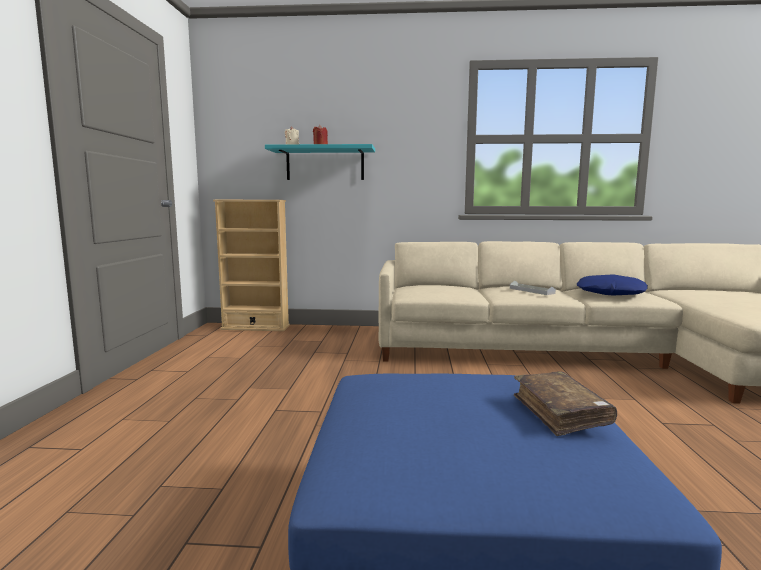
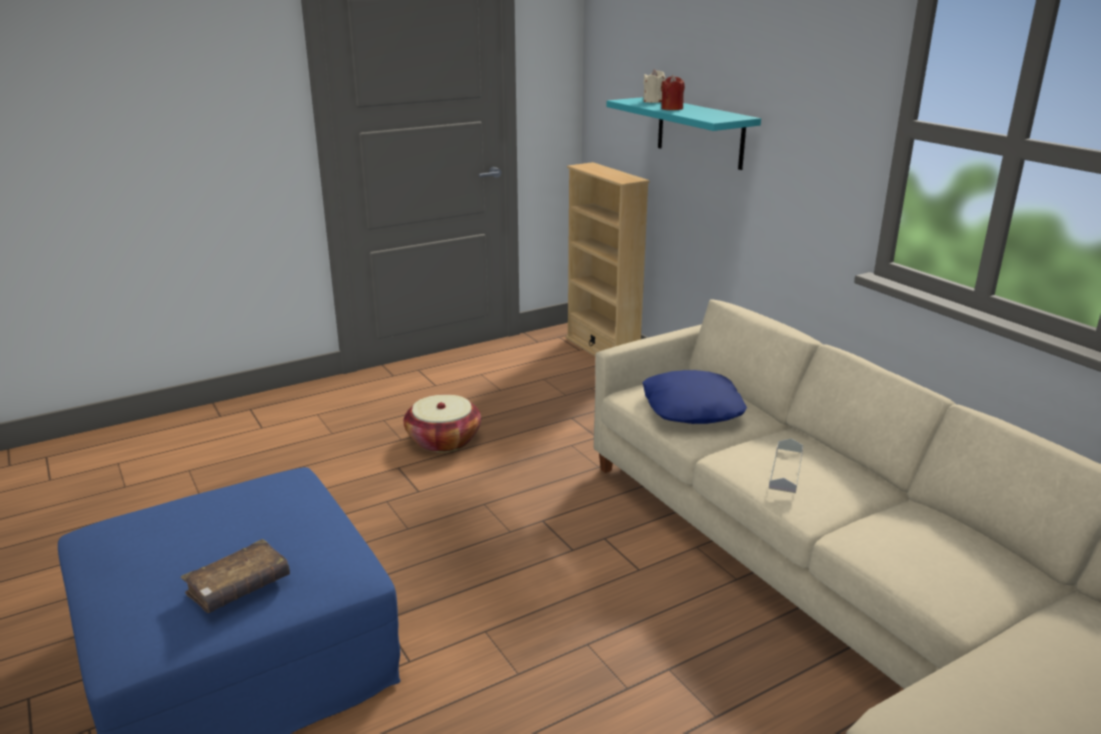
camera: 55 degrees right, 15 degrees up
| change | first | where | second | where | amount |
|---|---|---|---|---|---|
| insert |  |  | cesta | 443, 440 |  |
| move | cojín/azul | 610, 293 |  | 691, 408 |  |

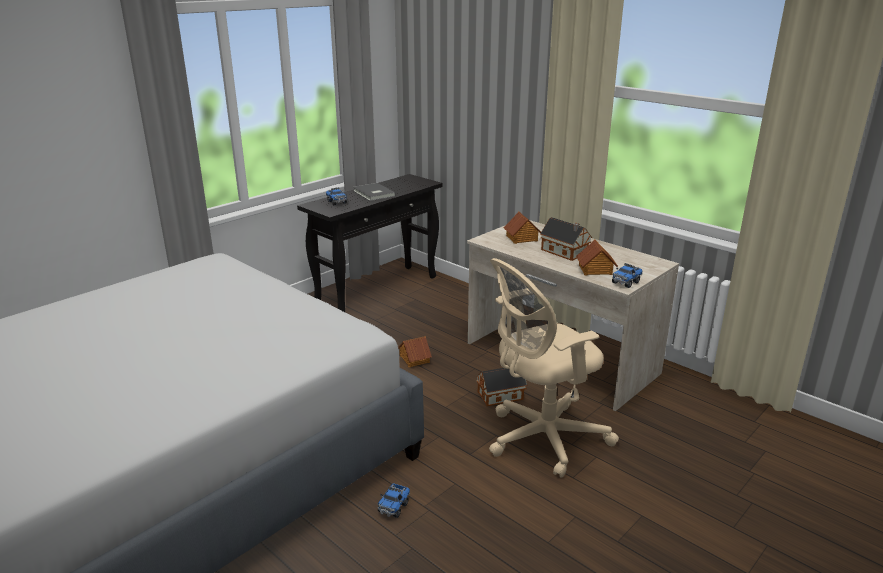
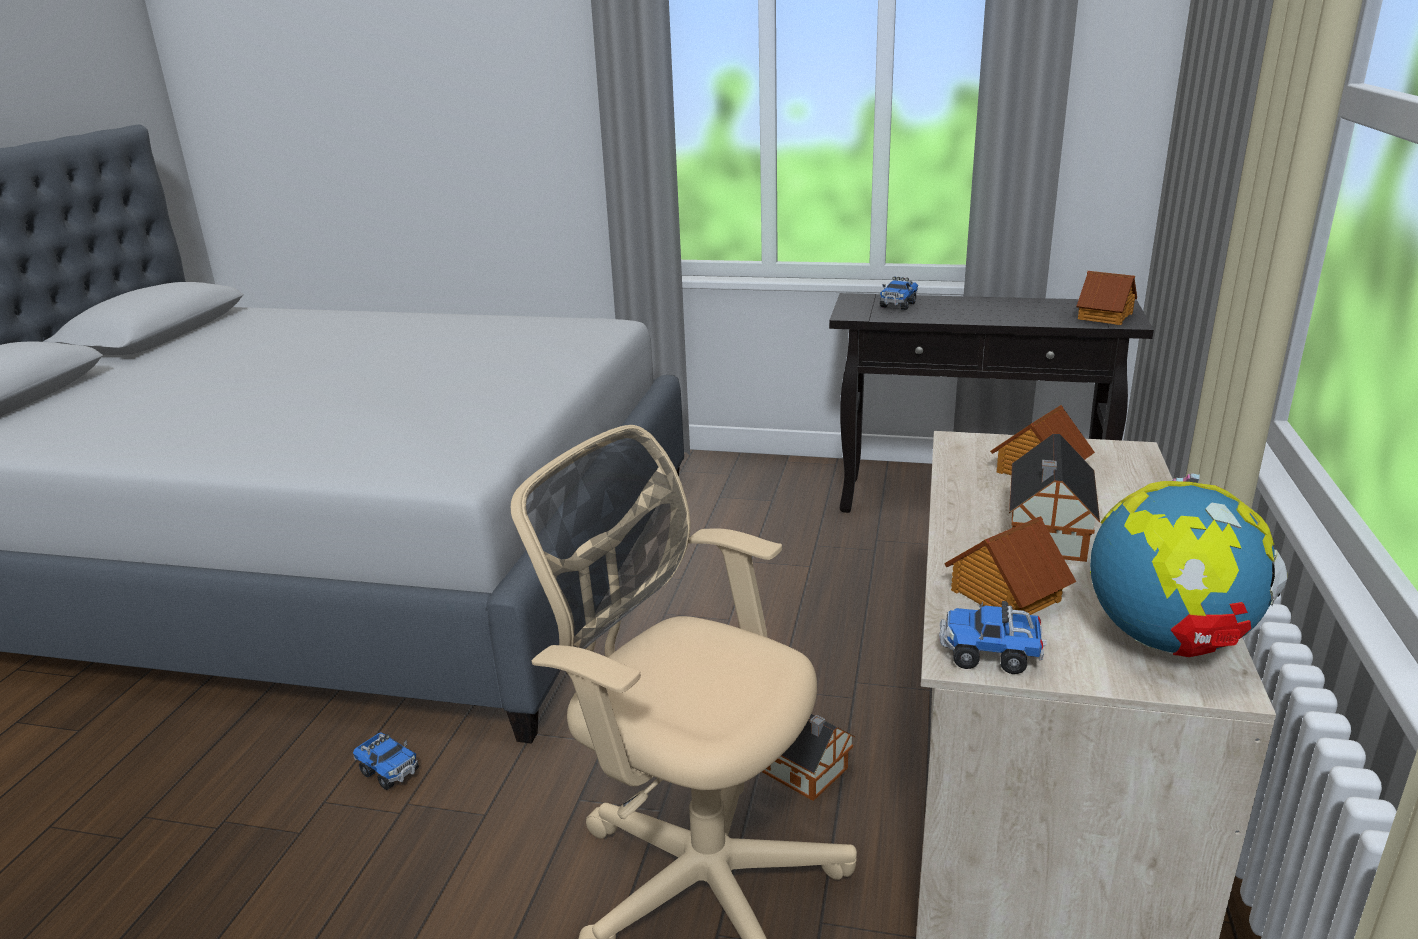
camera: 60 degrees right, 0 degrees up
| change | first | where | second | where | amount |
|---|---|---|---|---|---|
| rotate | camión de juguete | 393, 507 |  | 389, 771 | 135 degrees counterclockwise |
| move | casita | 414, 359 |  | 1104, 316 |  |
| insert |  |  | globo terráqueo | 1168, 642 |  |
| delete | libro/gris | 373, 193 |  |  |  |

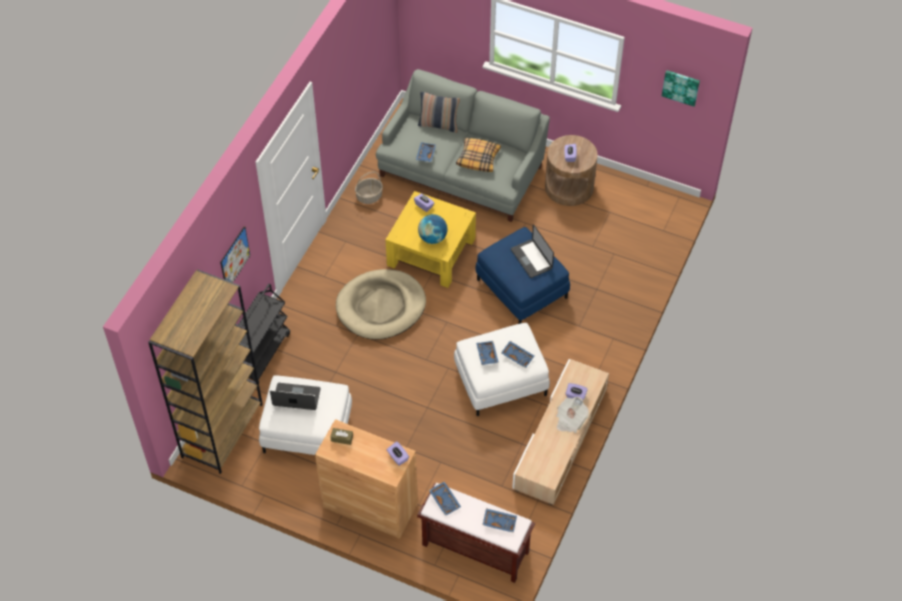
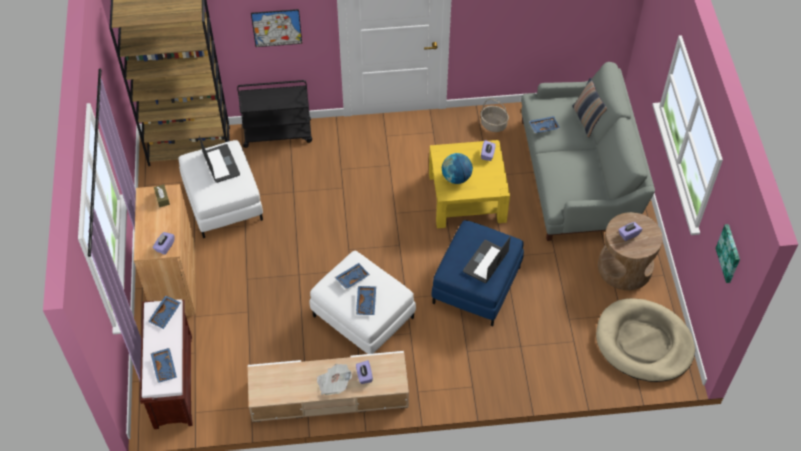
camera: 60 degrees right, 0 degrees up
| change | first | where | second | where | amount |
|---|---|---|---|---|---|
| move | cama para perro/beis | 381, 307 |  | 644, 343 |  |
| delete | cojín | 478, 158 |  |  |  |

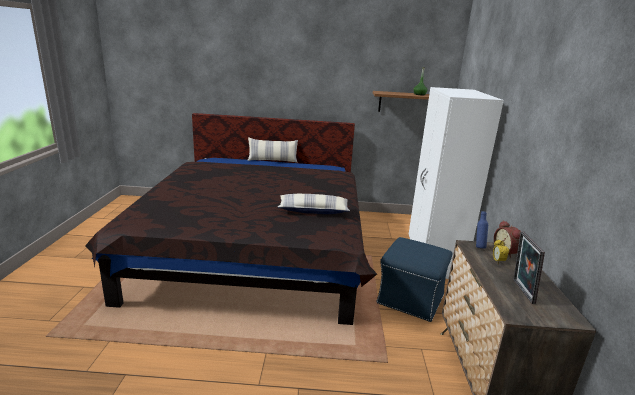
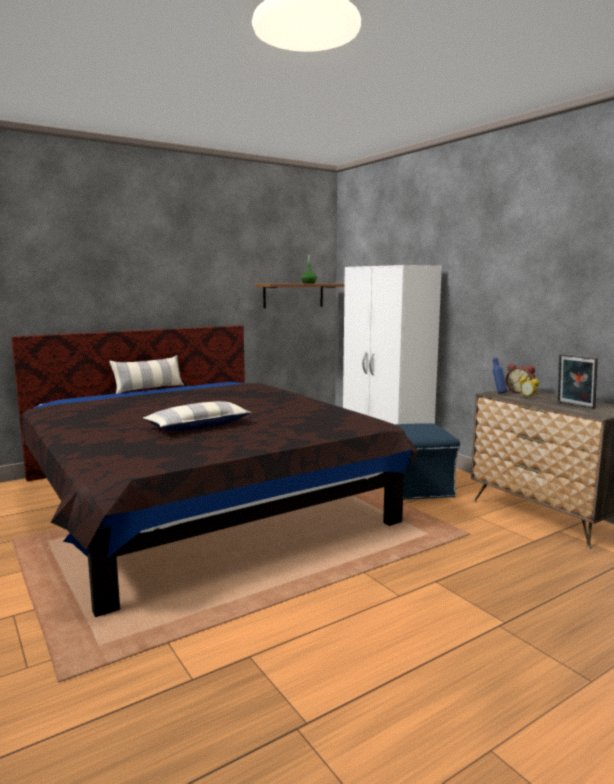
camera: 35 degrees left, 10 degrees down
| change | first | where | second | where | amount |
|---|---|---|---|---|---|
| move | cojín | 313, 210 |  | 198, 426 |  |

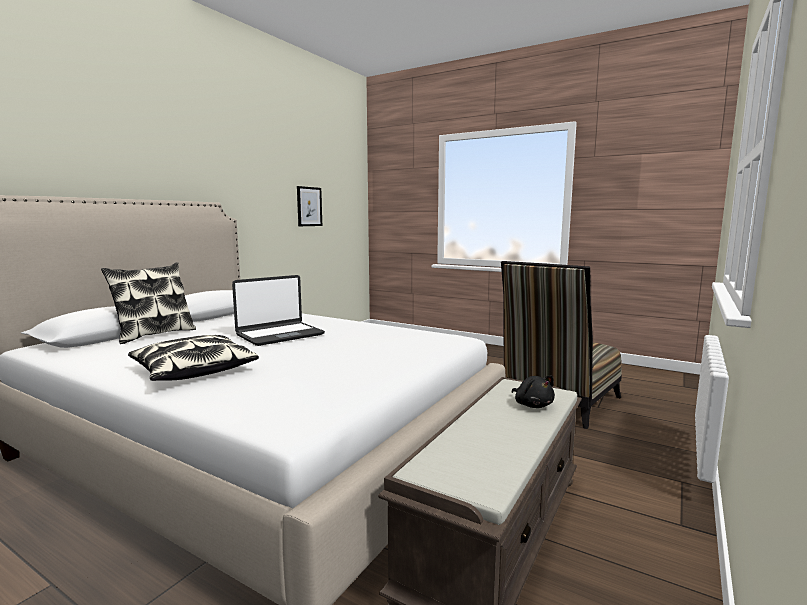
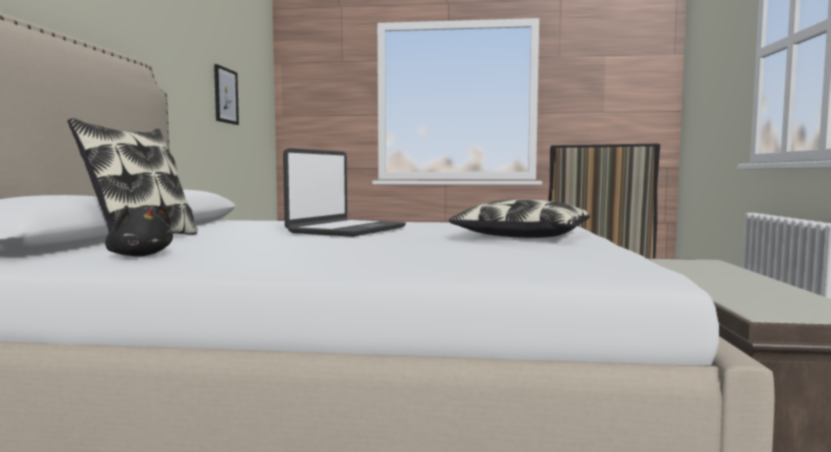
camera: 25 degrees left, 5 degrees down
| change | first | where | second | where | amount |
|---|---|---|---|---|---|
| move | peluche/negro | 532, 405 |  | 139, 255 |  |
| move | cojín | 193, 370 |  | 522, 236 |  |

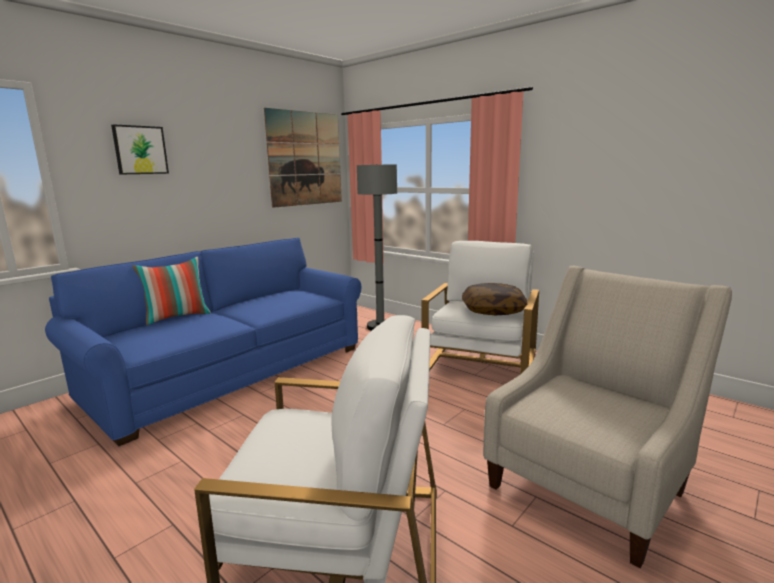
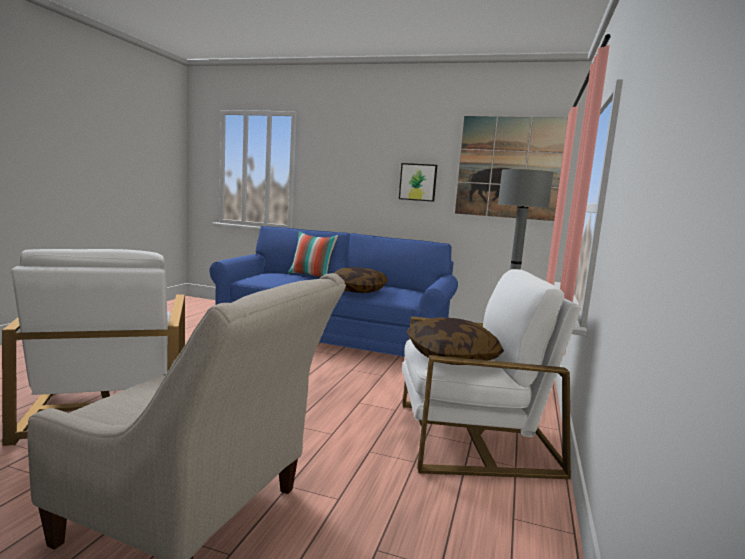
camera: 65 degrees right, 5 degrees down
| change | first | where | second | where | amount |
|---|---|---|---|---|---|
| insert |  |  | cojín | 358, 290 |  |
| move | cuadro | 140, 150 |  | 418, 182 |  |

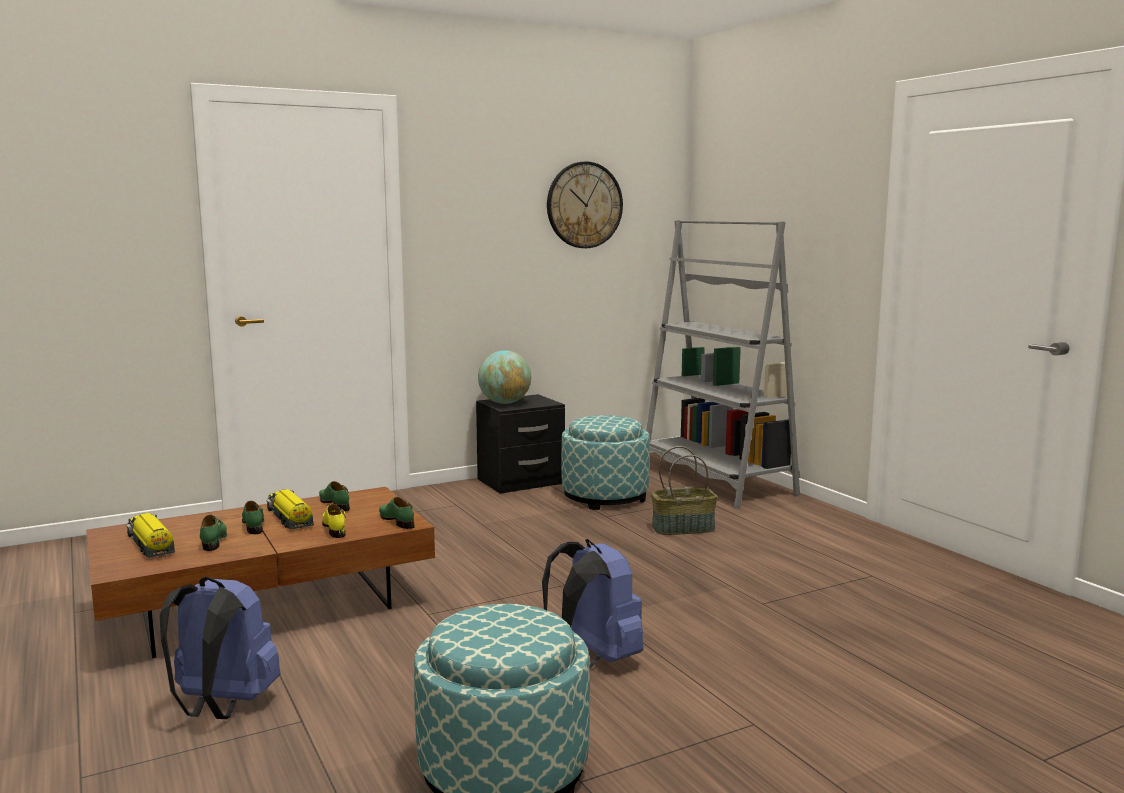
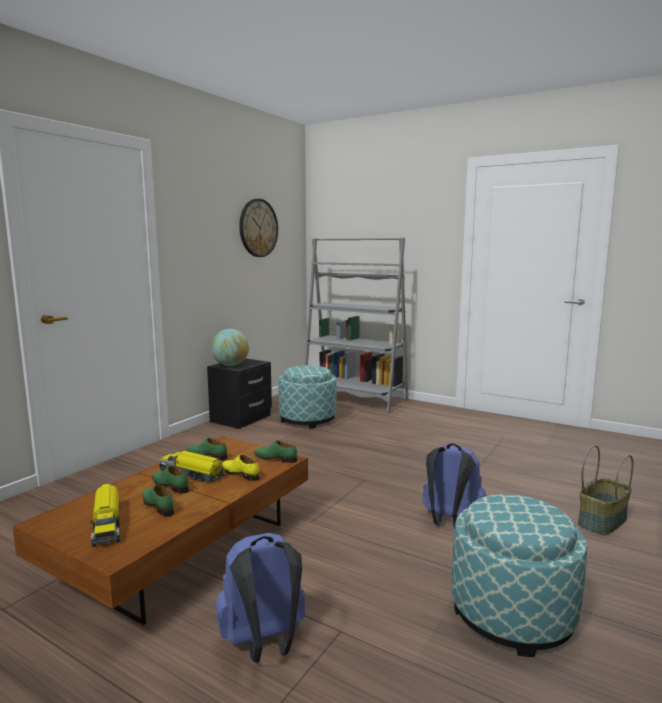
camera: 30 degrees left, 0 degrees up
| change | first | where | second | where | amount |
|---|---|---|---|---|---|
| rotate | camión de juguete | 151, 545 |  | 107, 524 | 135 degrees counterclockwise |
| move | cesta | 683, 528 |  | 601, 521 |  |

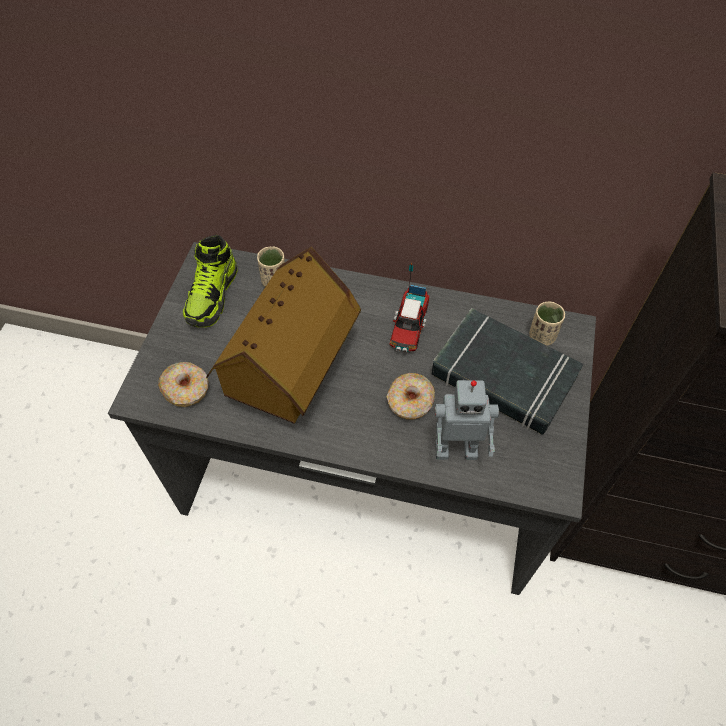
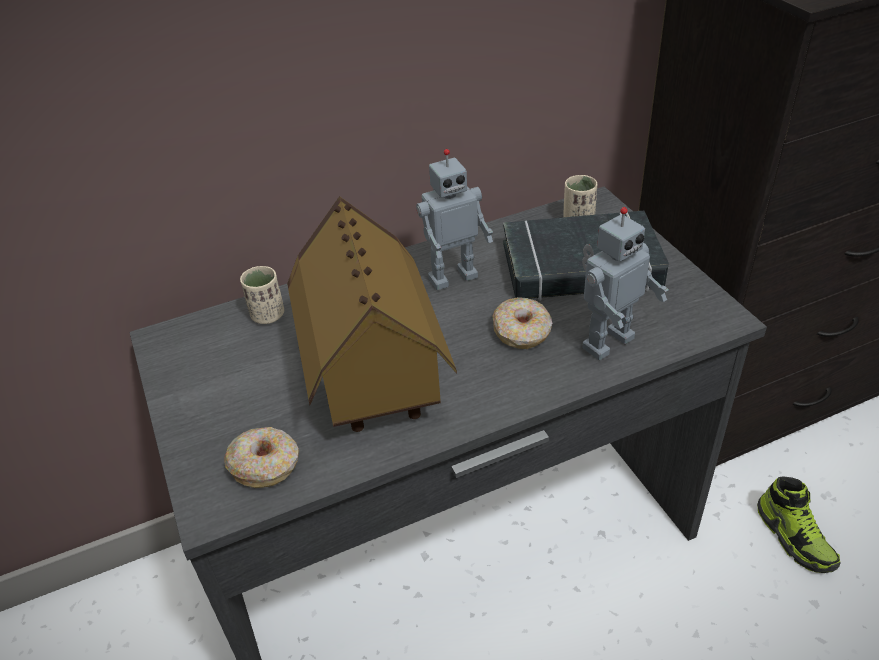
camera: 35 degrees left, 15 degrees down
| change | first | where | second | where | amount |
|---|---|---|---|---|---|
| replace | camión de juguete | 409, 326 | robot de juguete | 452, 276 |  |
| move | zapato | 212, 295 |  | 795, 537 |  |

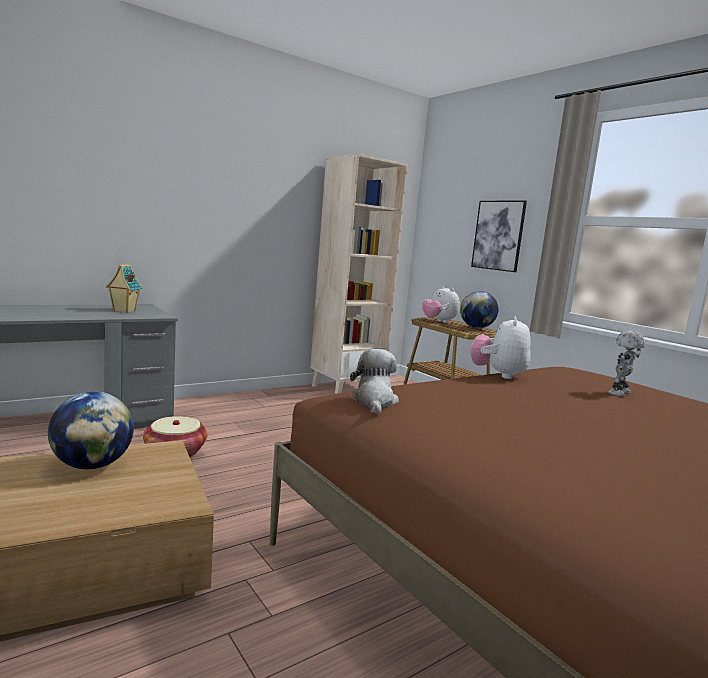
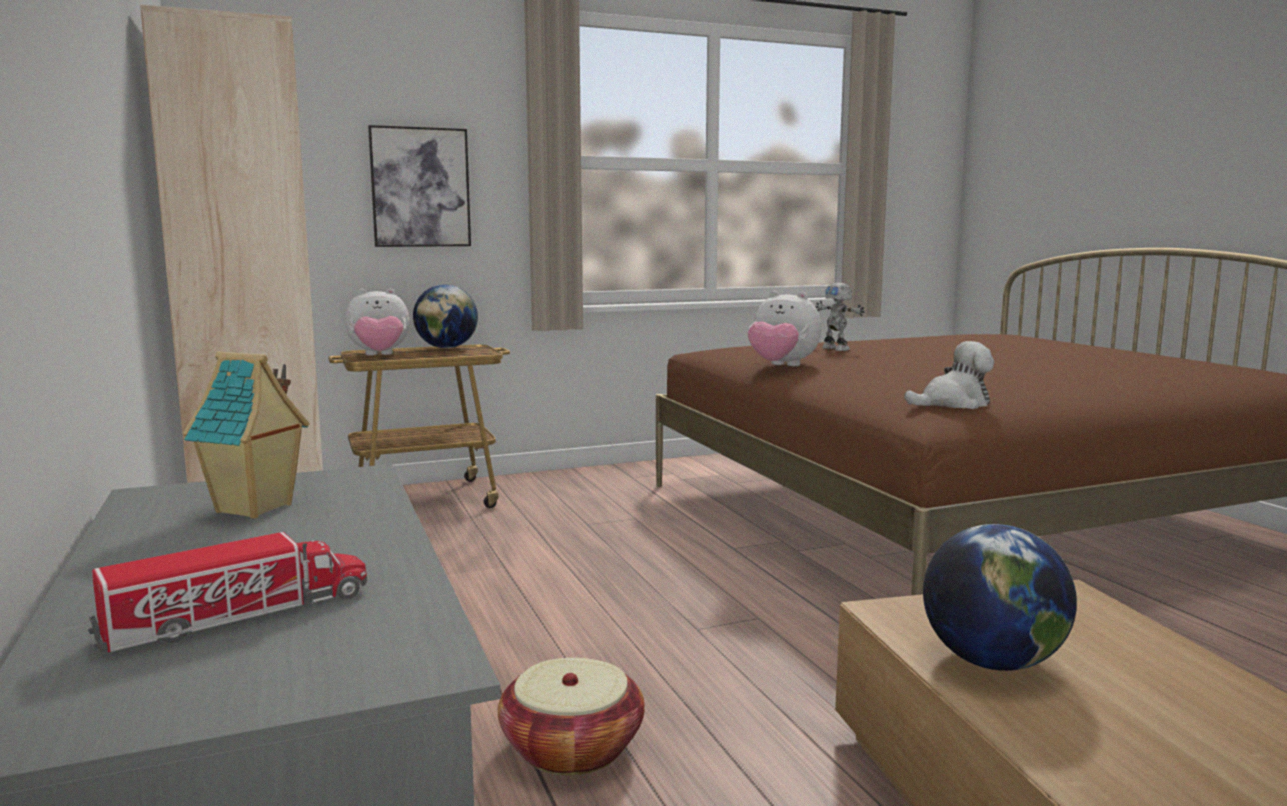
camera: 75 degrees left, 0 degrees up
| change | first | where | second | where | amount |
|---|---|---|---|---|---|
| insert |  |  | camión de juguete | 238, 616 |  |
| rotate | peluche | 374, 401 |  | 953, 403 | 150 degrees clockwise |

